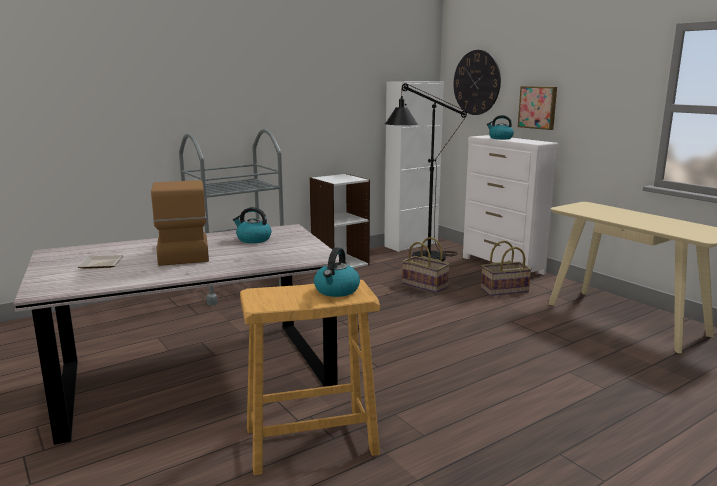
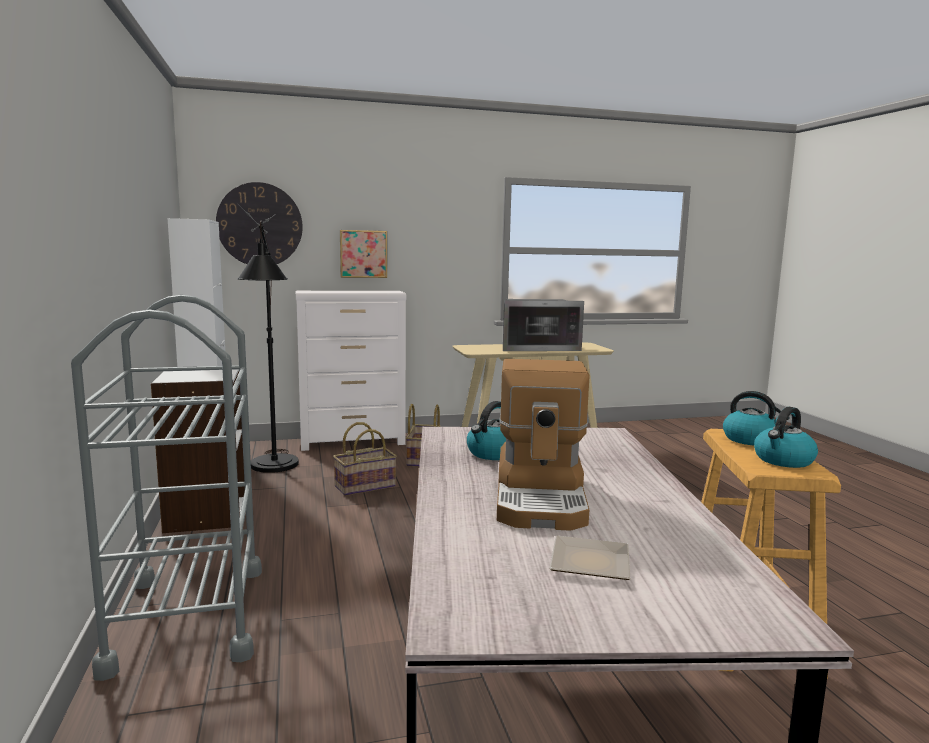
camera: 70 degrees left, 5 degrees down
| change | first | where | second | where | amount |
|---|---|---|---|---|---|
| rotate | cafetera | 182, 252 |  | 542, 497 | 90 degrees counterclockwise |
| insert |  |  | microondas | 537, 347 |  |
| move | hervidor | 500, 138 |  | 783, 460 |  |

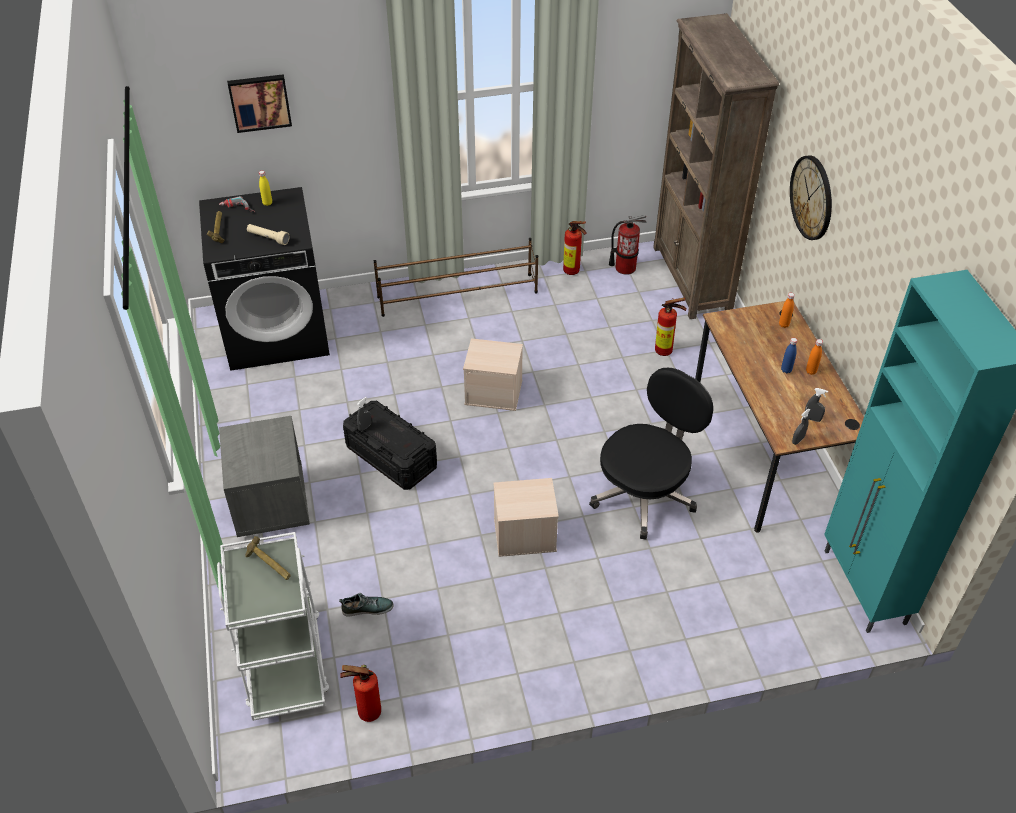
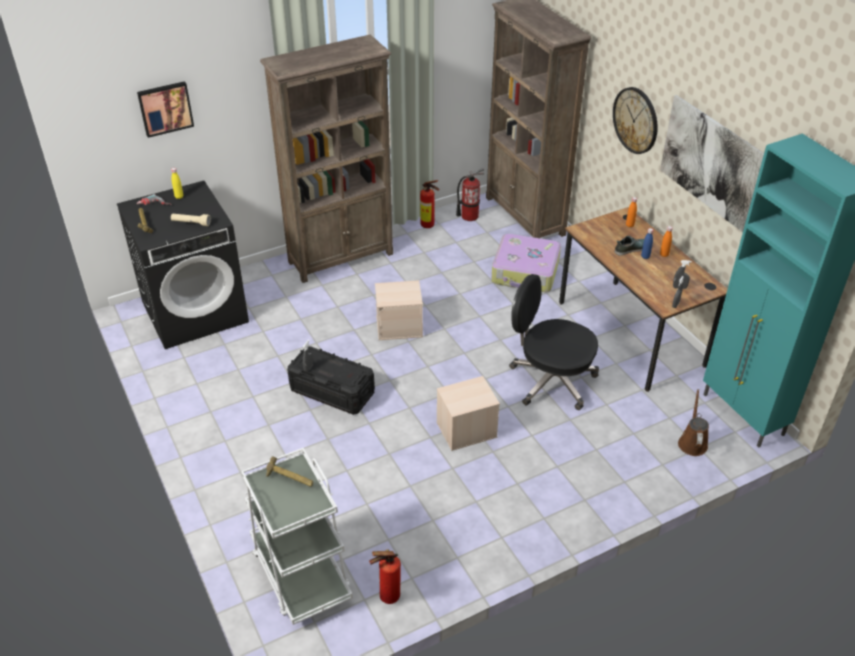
camera: 15 degrees left, 5 degrees down
| change | first | where | second | where | amount |
|---|---|---|---|---|---|
| replace | zapatero/marrón | 458, 295 | estantería/marrón | 341, 258 |  |
| replace | extintor | 666, 351 | maleta | 526, 272 |  |
| rotate | silla de oficina/negro | 645, 494 |  | 550, 380 | 90 degrees counterclockwise |
| move | zapato | 367, 608 |  | 631, 249 |  |
| insert |  |  | cuadro | 711, 163 |  |
| insert |  |  | regadera/marrón | 692, 442 |  |
| delete | mesita de noche/gris | 270, 503 |  |  |  |

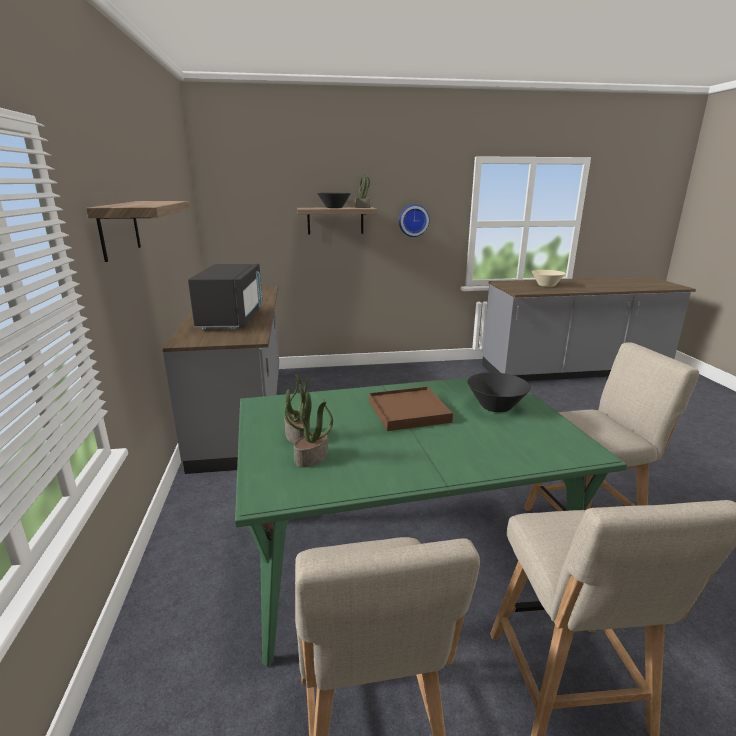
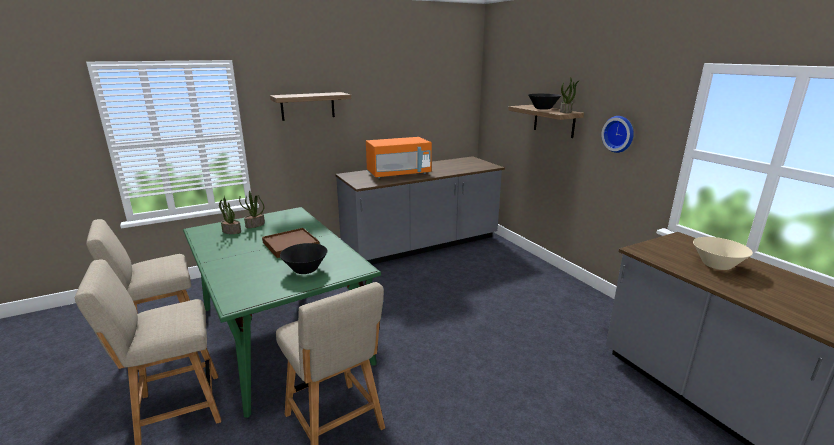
camera: 70 degrees right, 0 degrees up
| change | first | where | second | where | amount |
|---|---|---|---|---|---|
| recolor | microondas/negro | 232, 319 | microondas/naranja | 399, 174 |  |

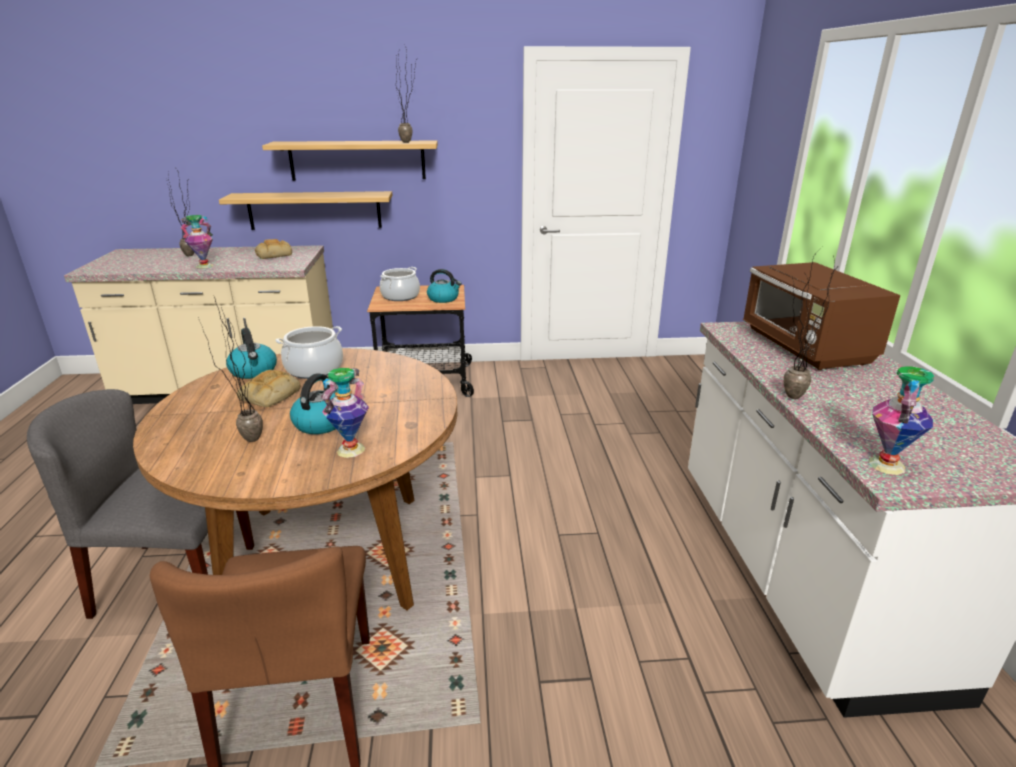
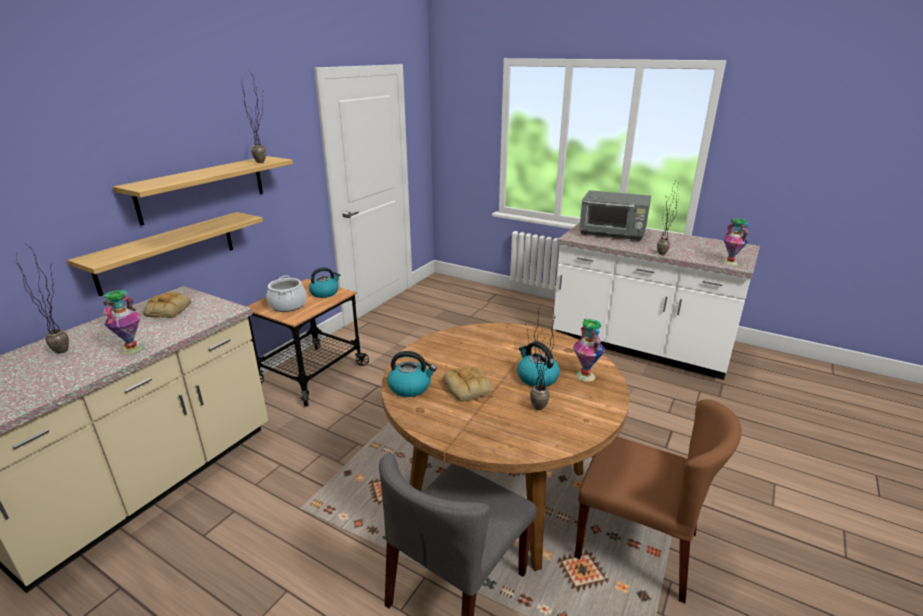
camera: 55 degrees left, 0 degrees up
| change | first | where | second | where | amount |
|---|---|---|---|---|---|
| recolor | microondas/marrón | 805, 348 | microondas/gris | 613, 234 |  |
| delete | olla | 314, 369 |  |  |  |

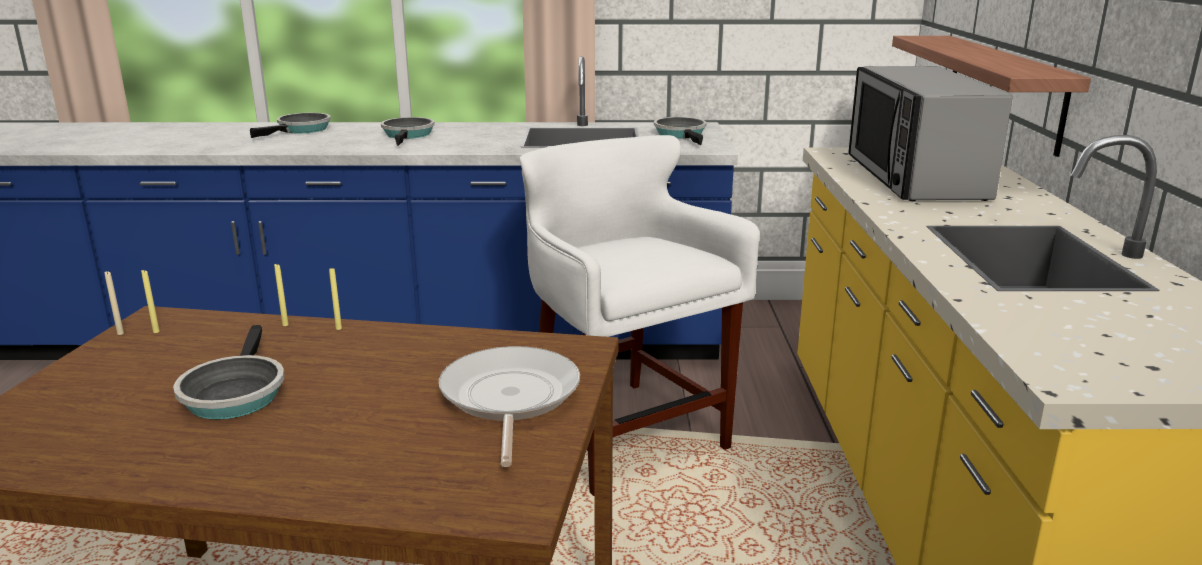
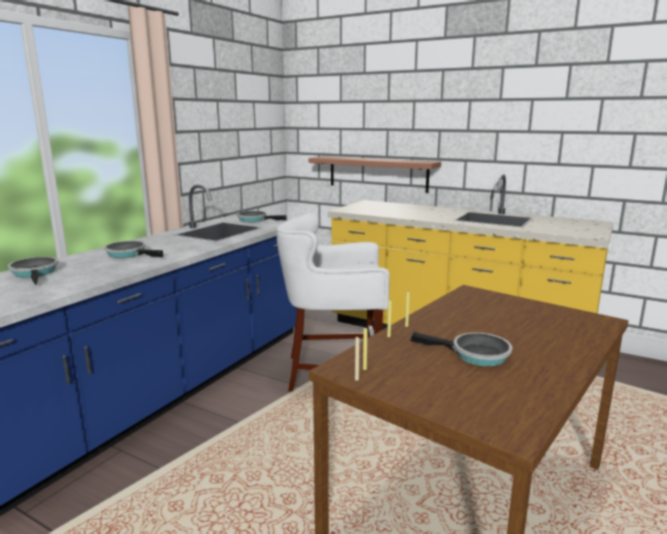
camera: 60 degrees left, 5 degrees down
| change | first | where | second | where | amount |
|---|---|---|---|---|---|
| delete | sartén | 509, 399 |  |  |  |
| delete | microondas | 914, 178 |  |  |  |

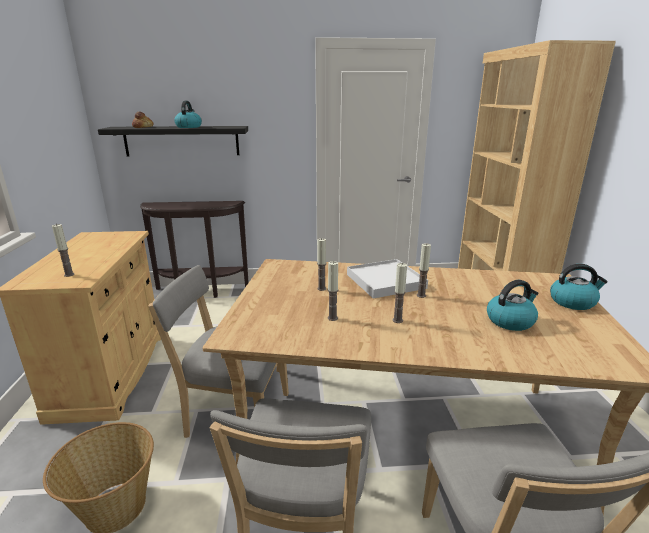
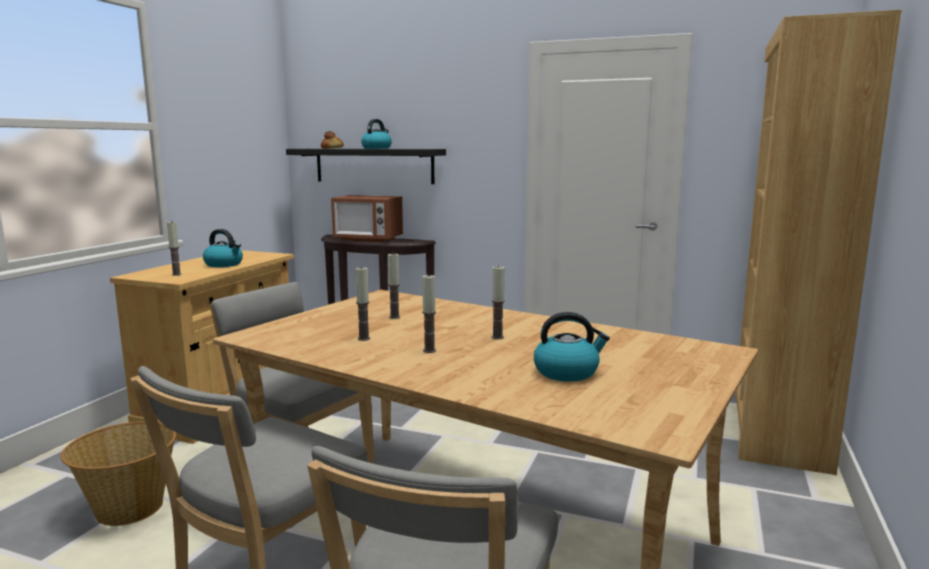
camera: 25 degrees right, 10 degrees down
| change | first | where | second | where | amount |
|---|---|---|---|---|---|
| move | hervidor | 573, 302 |  | 224, 264 |  |
| insert |  |  | microondas | 368, 239 |  |
| delete | bandeja/blanco | 385, 281 |  |  |  |

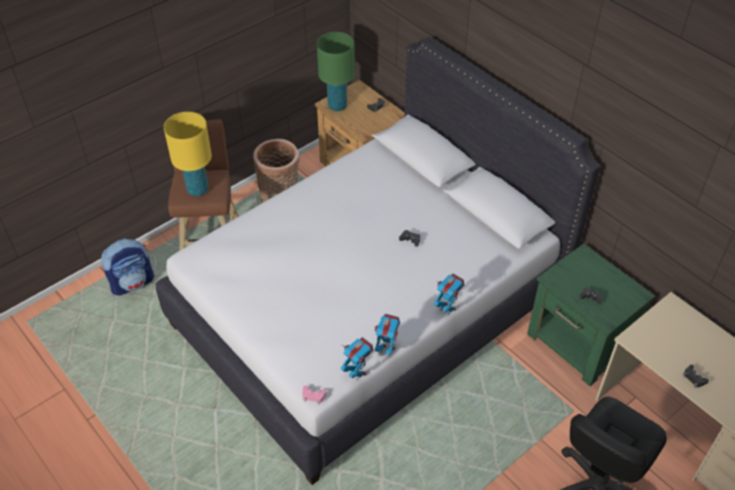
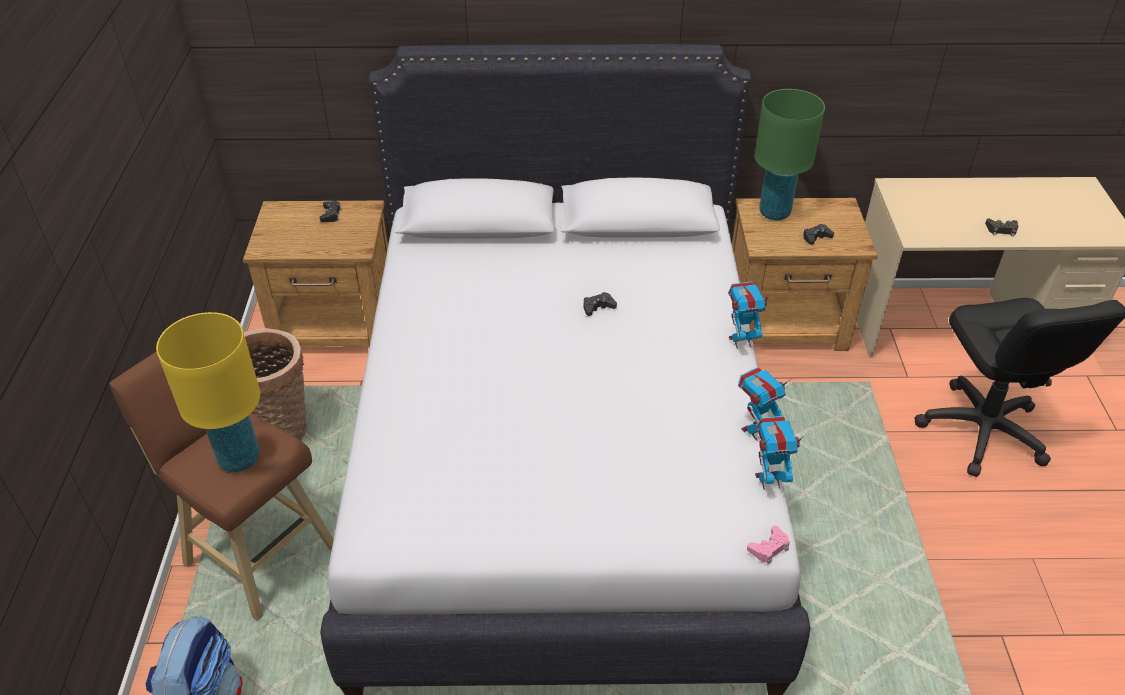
camera: 50 degrees left, 5 degrees down
| change | first | where | second | where | amount |
|---|---|---|---|---|---|
| recolor | mesita de noche/verde | 579, 343 | mesita de noche/marrón | 786, 322 |  |
| move | lámpara de mesa/verde | 337, 106 |  | 774, 213 |  |

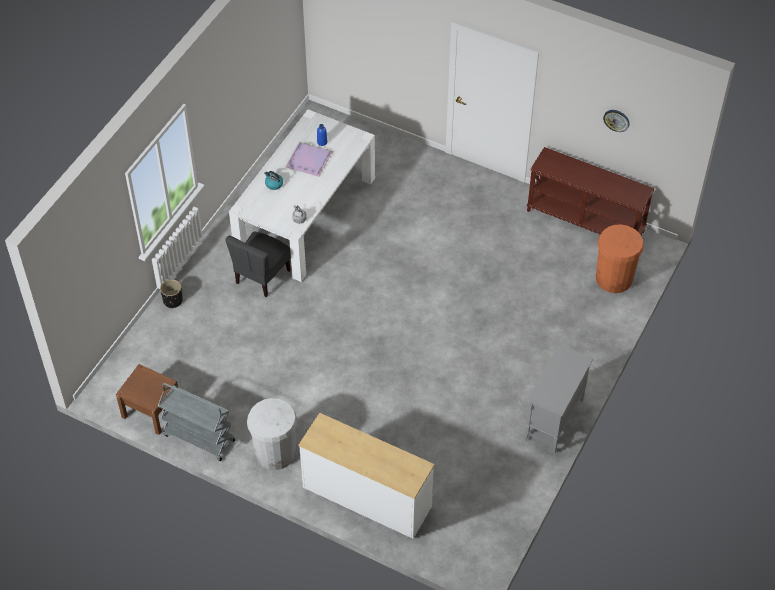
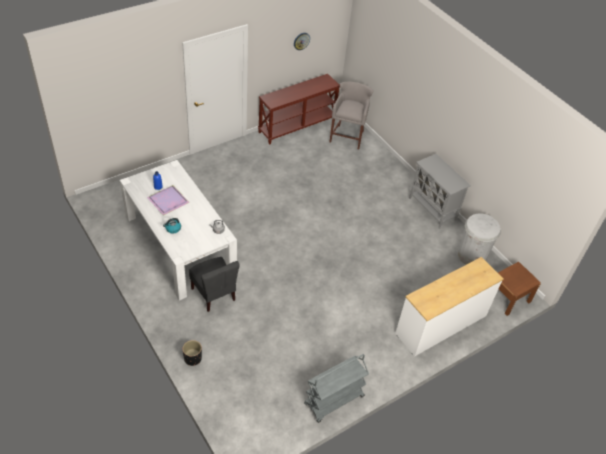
camera: 65 degrees left, 5 degrees down
| change | first | where | second | where | amount |
|---|---|---|---|---|---|
| replace | papelera/naranja | 614, 278 | taburete/gris | 347, 136 |  |
| move | papelera/blanco | 275, 452 |  | 471, 256 |  |
| move | mesita de noche/marrón | 151, 411 |  | 508, 298 |  |

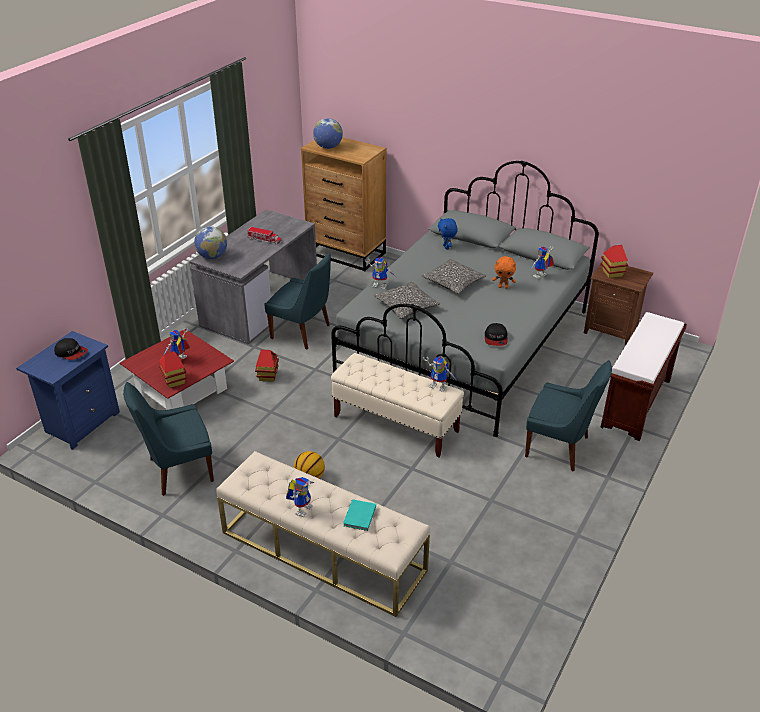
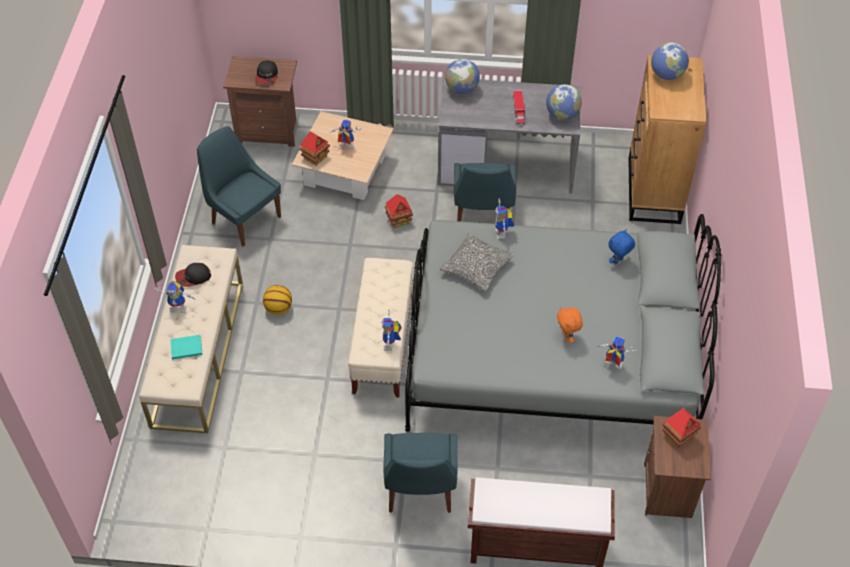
camera: 65 degrees right, 15 degrees up
| change | first | where | second | where | amount |
|---|---|---|---|---|---|
| move | gorra | 496, 338 |  | 193, 277 |  |
| recolor | mesita de noche/azul | 81, 422 | mesita de noche/marrón | 269, 130 |  |
| recolor | mesa de centro/rojo | 181, 390 | mesa de centro/beis | 345, 171 |  |
| insert |  |  | globo terráqueo | 562, 115 |  |
| delete | cojín | 453, 282 |  |  |  |

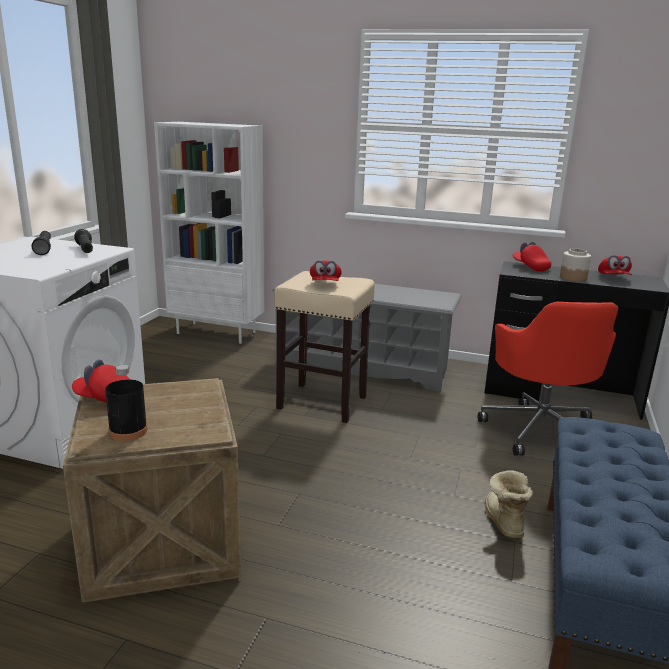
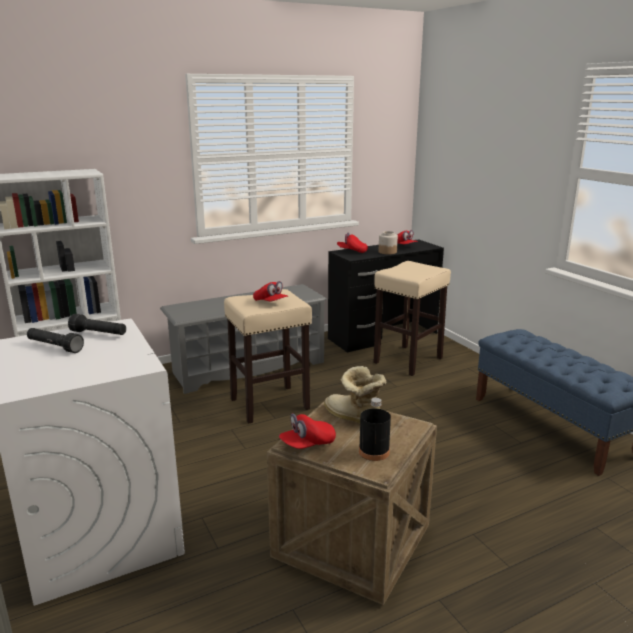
camera: 45 degrees left, 0 degrees up
| change | first | where | second | where | amount |
|---|---|---|---|---|---|
| move | bota | 502, 522 |  | 353, 418 |  |
| replace | silla de oficina/rojo | 540, 429 | taburete/beis | 407, 360 |  |

